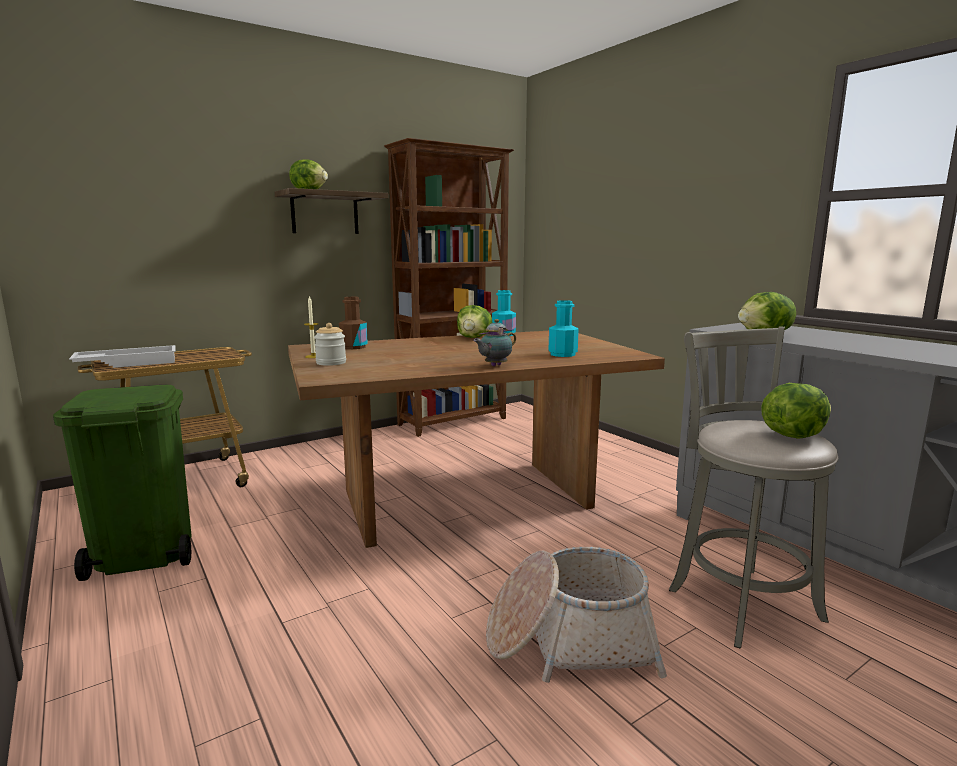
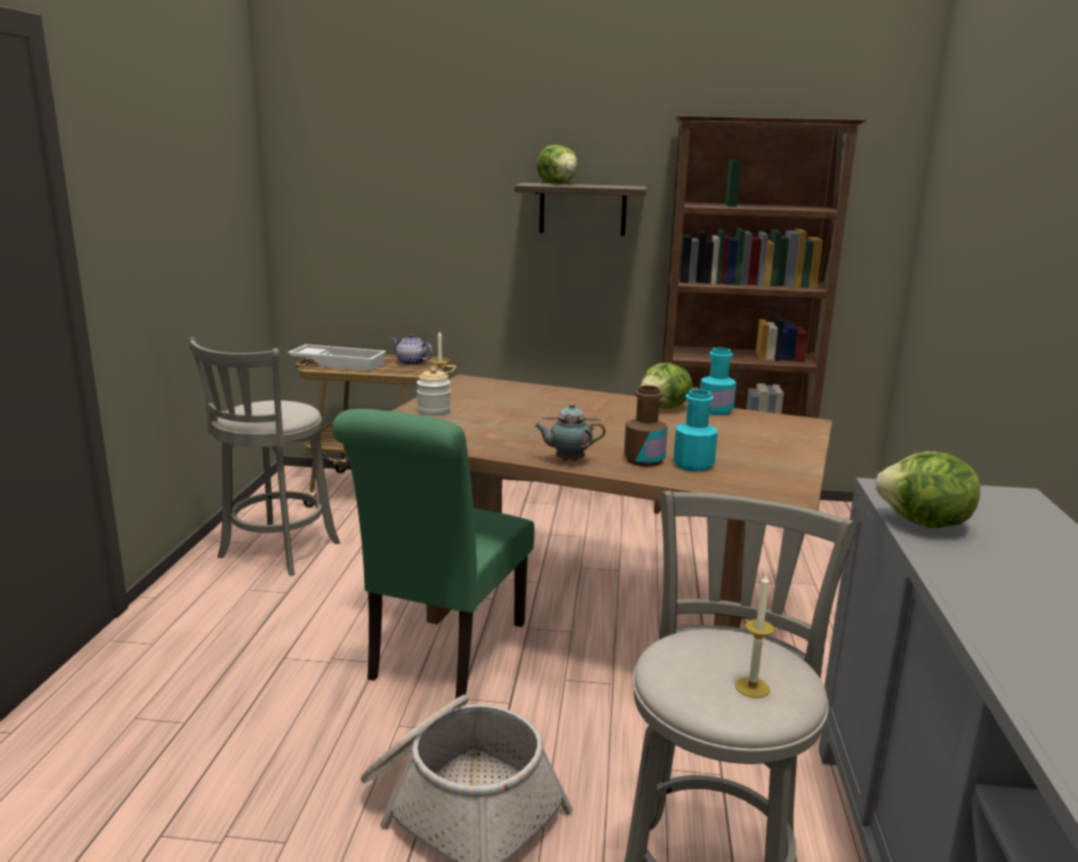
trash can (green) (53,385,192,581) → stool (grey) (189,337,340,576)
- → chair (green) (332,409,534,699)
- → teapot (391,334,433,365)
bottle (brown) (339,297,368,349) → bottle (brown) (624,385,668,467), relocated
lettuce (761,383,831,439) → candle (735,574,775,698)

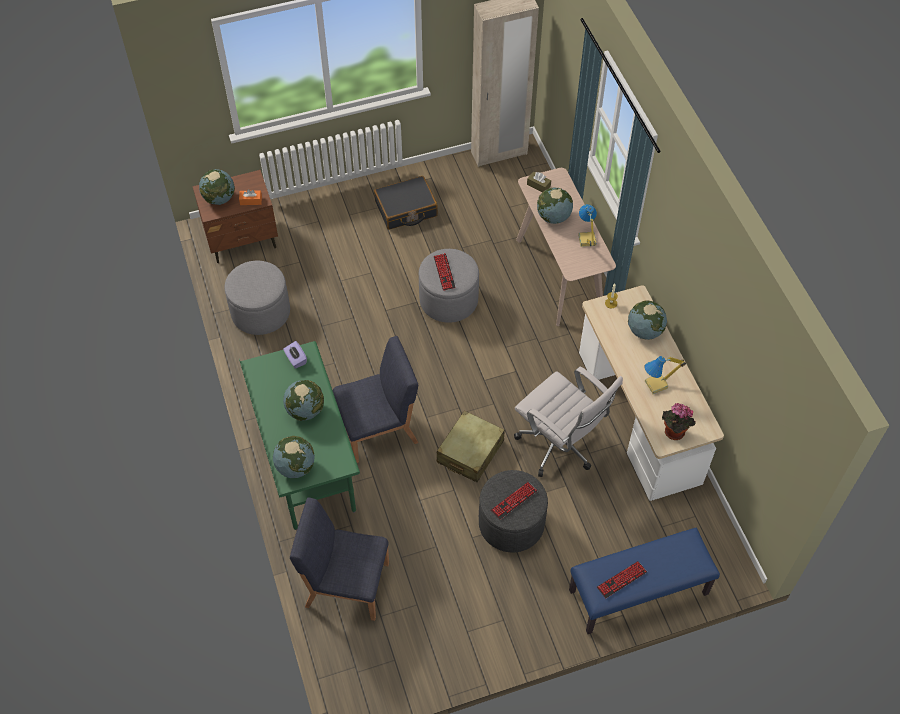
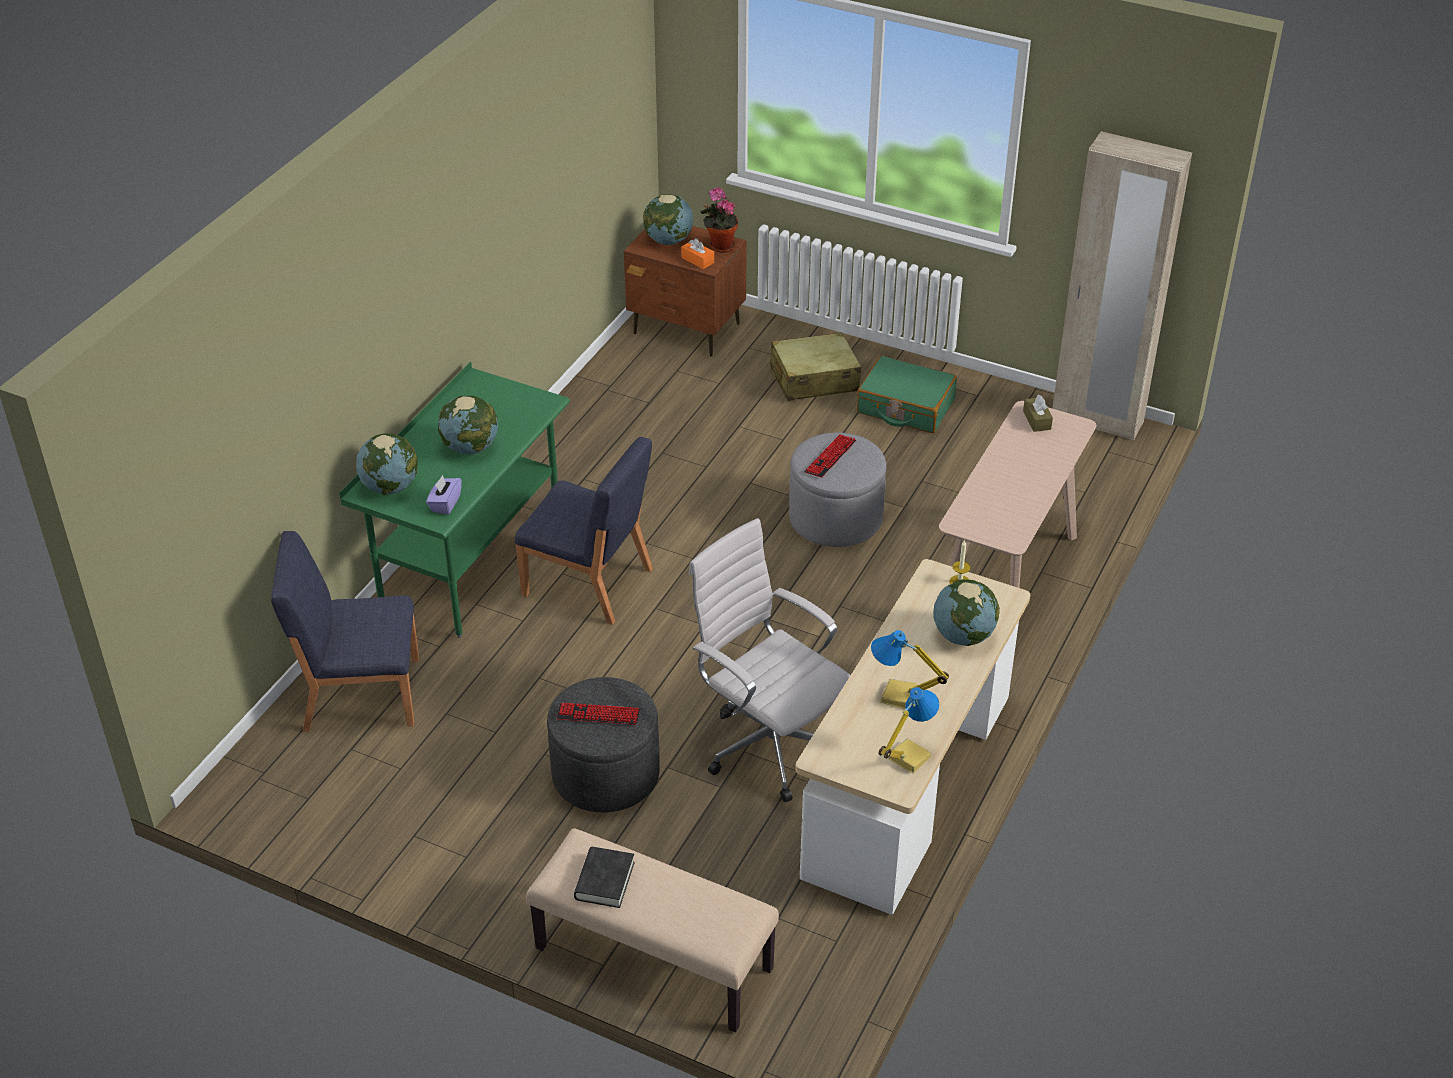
chair (blue) (290,497,389,621) → chair (blue) (271,531,419,732), 60 degrees counterclockwise
tissue box (purple) (283,341,307,369) → tissue box (purple) (426,475,462,515), relocated
bench (blue) (569,528,720,634) → bench (beige) (526,828,779,1032)
keyboard (597,561,647,598) → book (black) (574,847,635,908)
office chair (white) (514,367,623,477) → office chair (white) (689,518,850,802), 135 degrees clockwise
potted plant (662,403,696,440) → potted plant (700,187,738,253), relocated
suitcase (beige) (437,410,505,482) → suitcase (beige) (770,332,861,401), relocated
suitcase (black) (374,176,438,230) → suitcase (green) (857,356,957,433)
table lamp (578,204,597,247) → table lamp (878,687,939,774), relocated
ottoman (grey) (224,260,290,335) → -
globe (537,187,573,224) → -

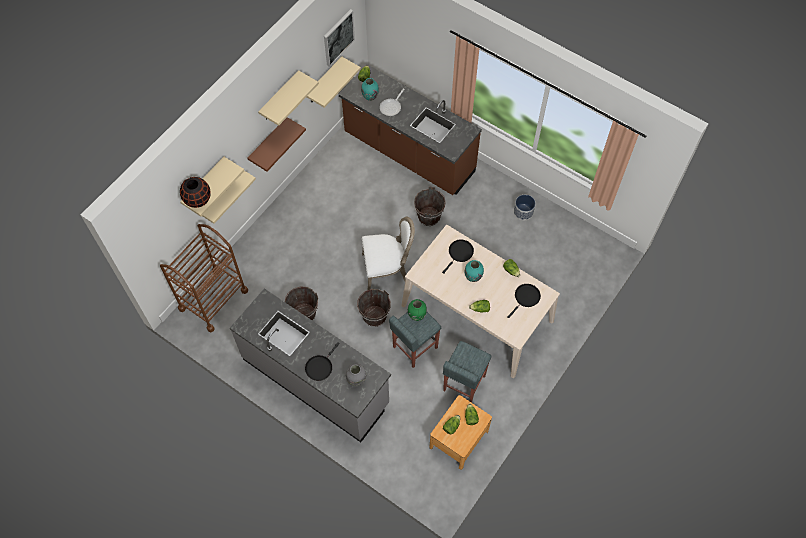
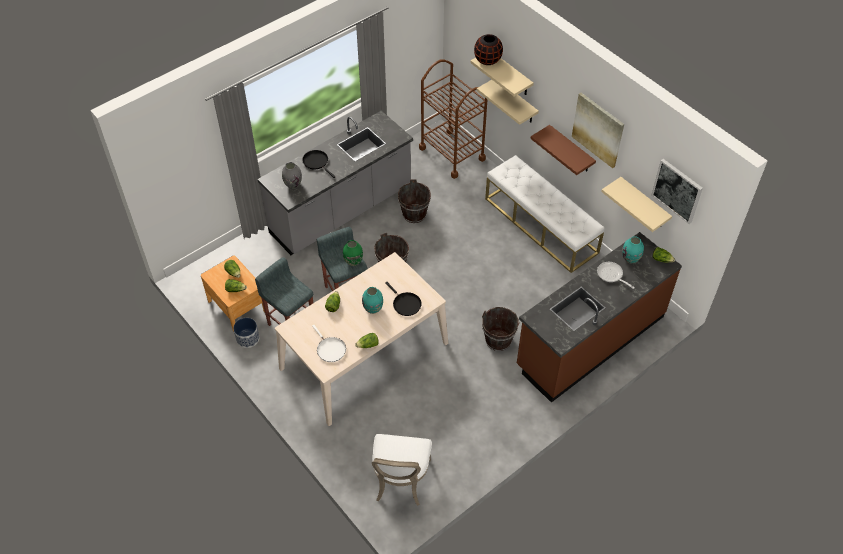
planter (514,195,535,220) → planter (233,318,259,348), relocated
frying pan (black) (507,284,541,318) → frying pan (white) (312,325,346,362)
chair (white) (362,217,415,290) → chair (white) (372,434,432,506), relocated
- → bench (white) (485,155,605,273)
shelf (beige) (258,70,319,126) → picture (572,93,624,168)

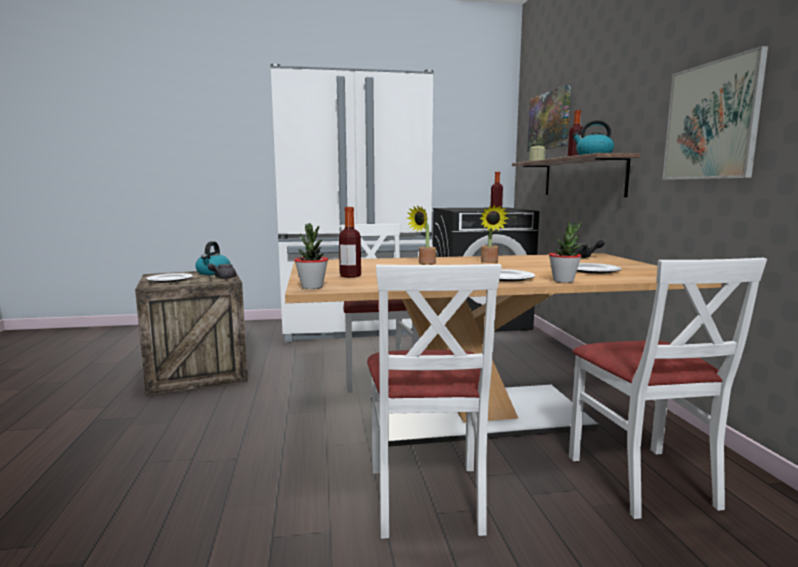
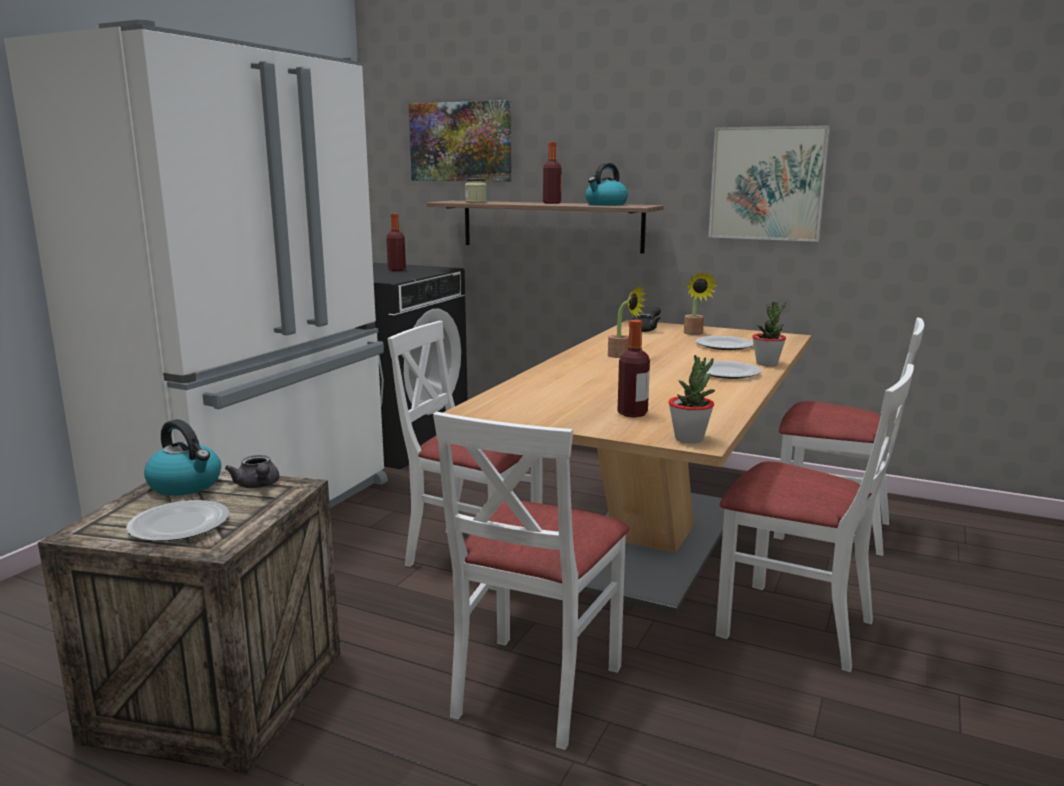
- → chair (white) (433,412,630,750)
potted plant (407,205,436,265) → potted plant (684,271,717,335), relocated

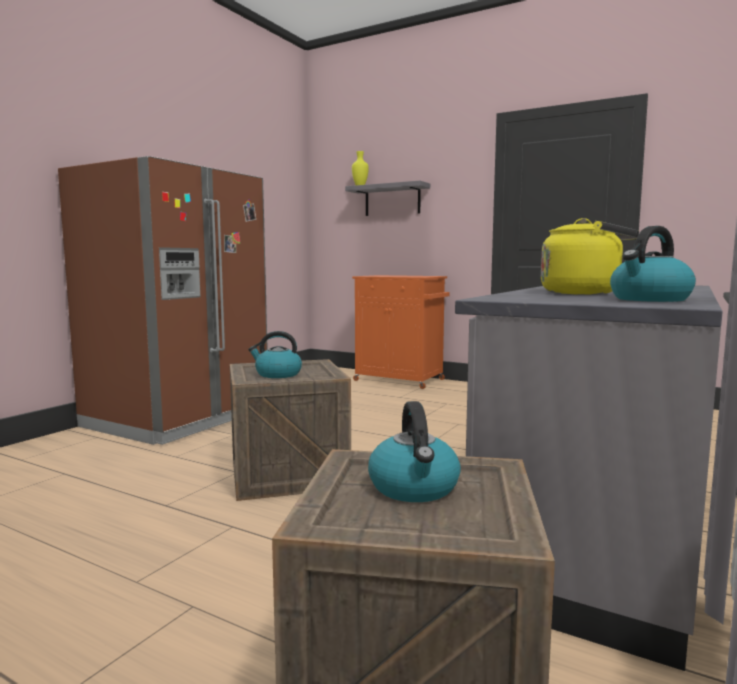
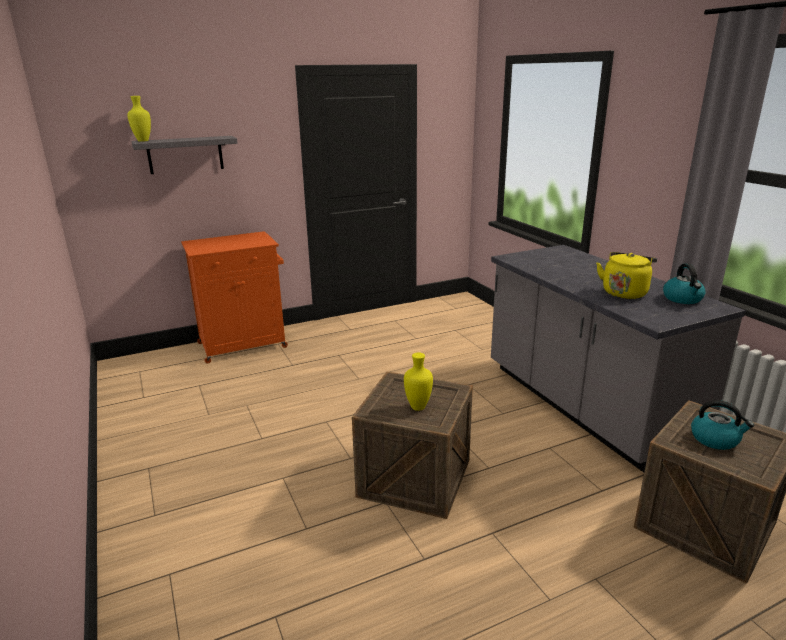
kettle (248,331,302,378) → vase (yellow) (404,352,433,411)
fridge (brown) (58,156,268,445) → -

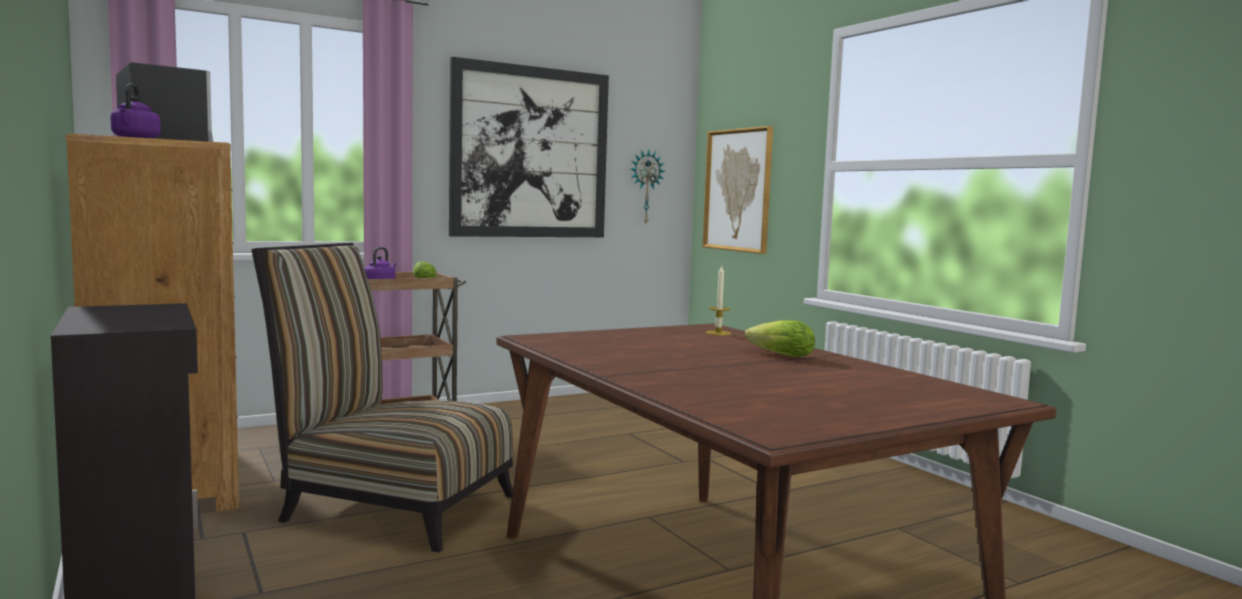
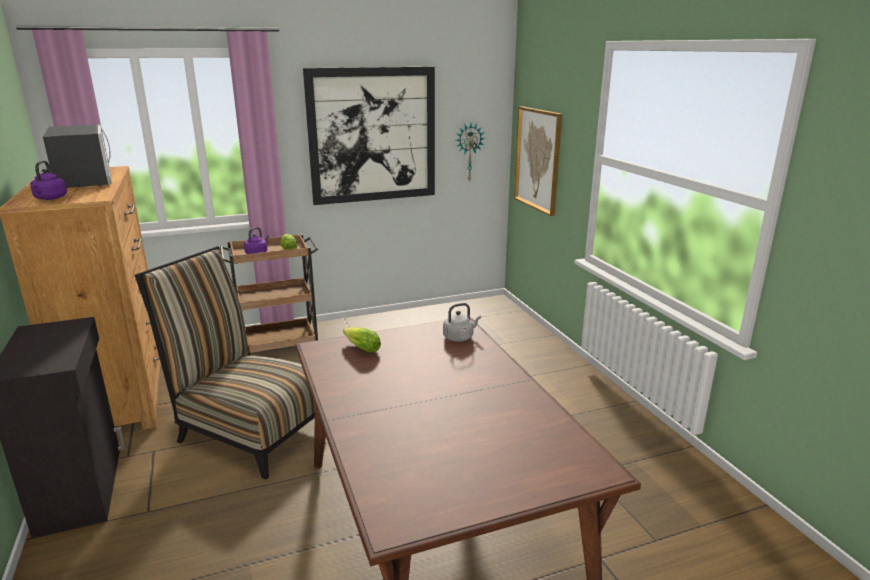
lettuce (745,320,815,357) → lettuce (343,327,381,352), relocated
candle (706,266,731,335) → kettle (grey) (443,303,481,342)

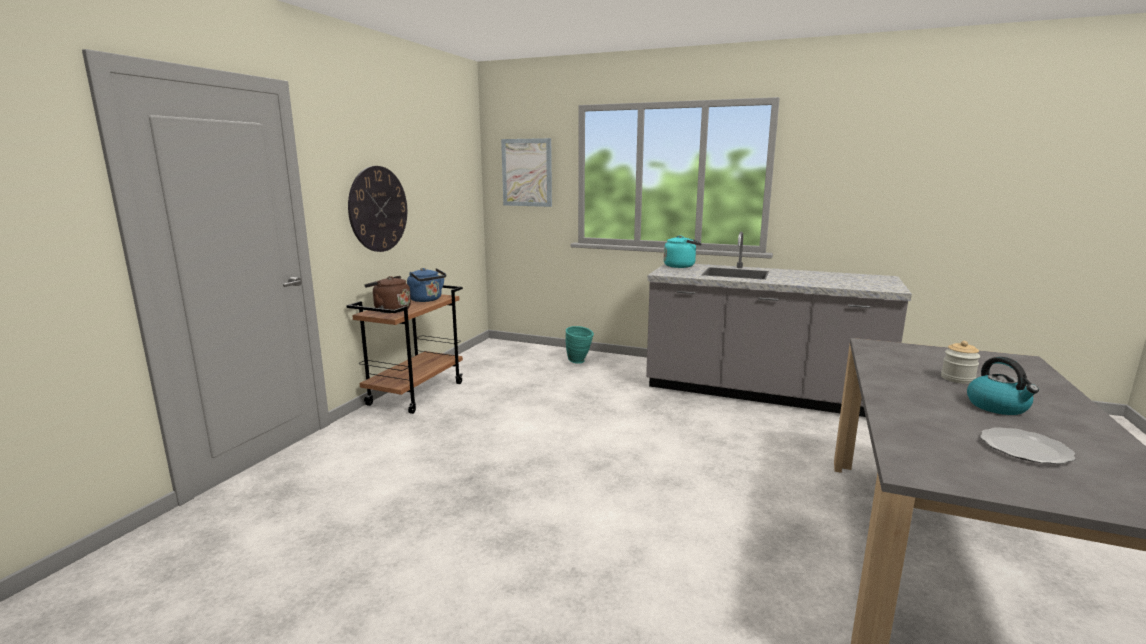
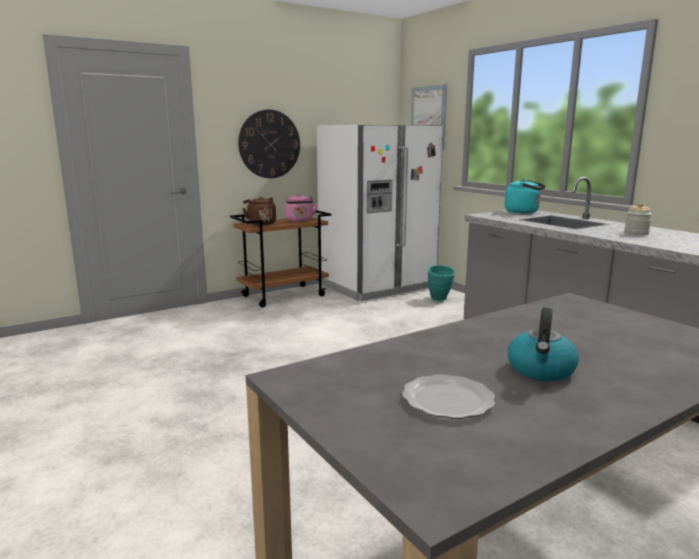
kettle (blue) (407,268,446,302) → kettle (pink) (285,194,318,222)
- → fridge (white) (317,125,444,301)
jar (941,341,980,384) → jar (624,203,652,235), relocated

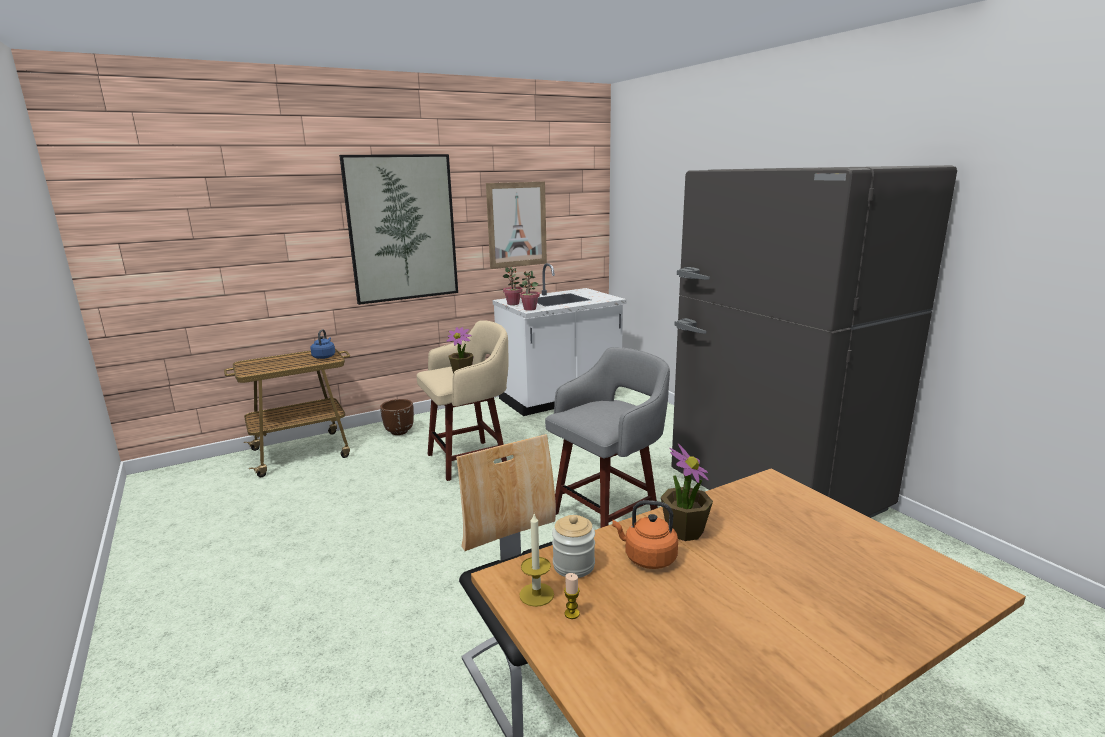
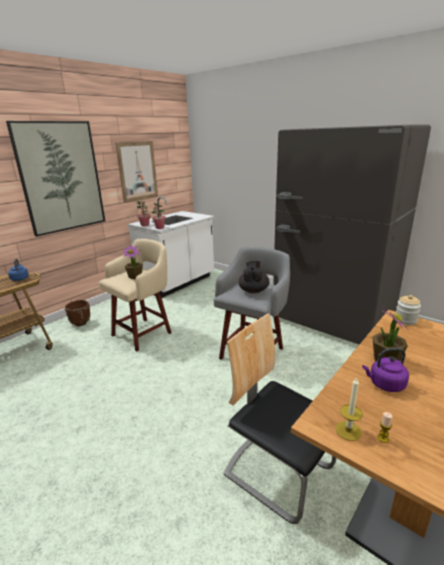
- → teapot (black) (239,261,270,293)
kettle (orange) (612,500,678,569) → kettle (purple) (362,348,409,392)
jar (552,515,595,578) → jar (396,295,421,325), relocated

